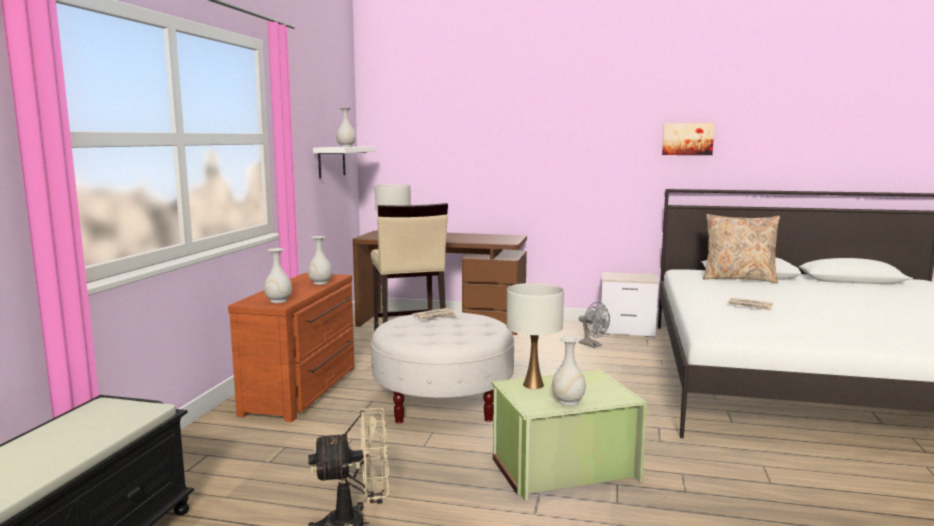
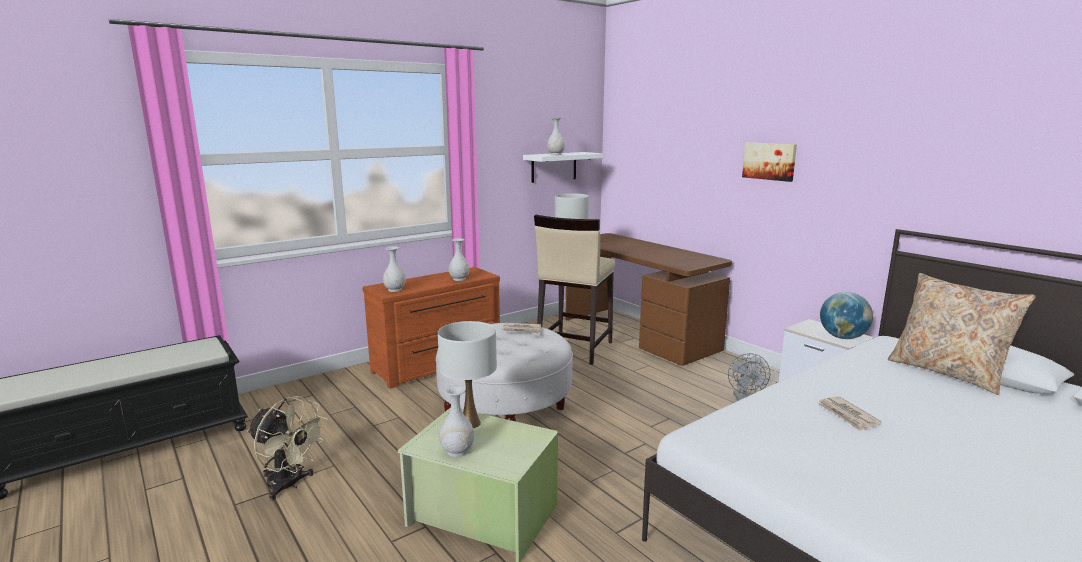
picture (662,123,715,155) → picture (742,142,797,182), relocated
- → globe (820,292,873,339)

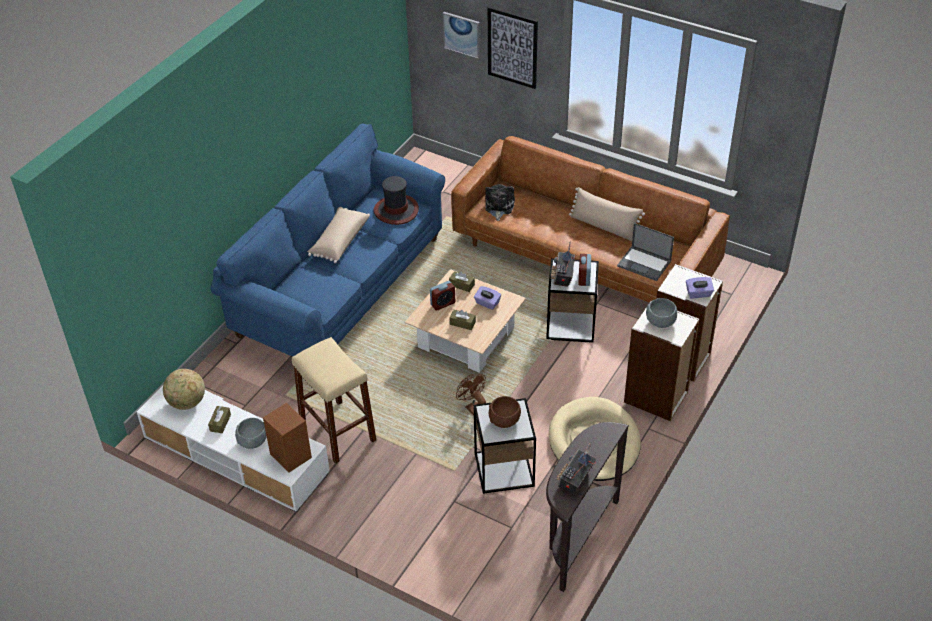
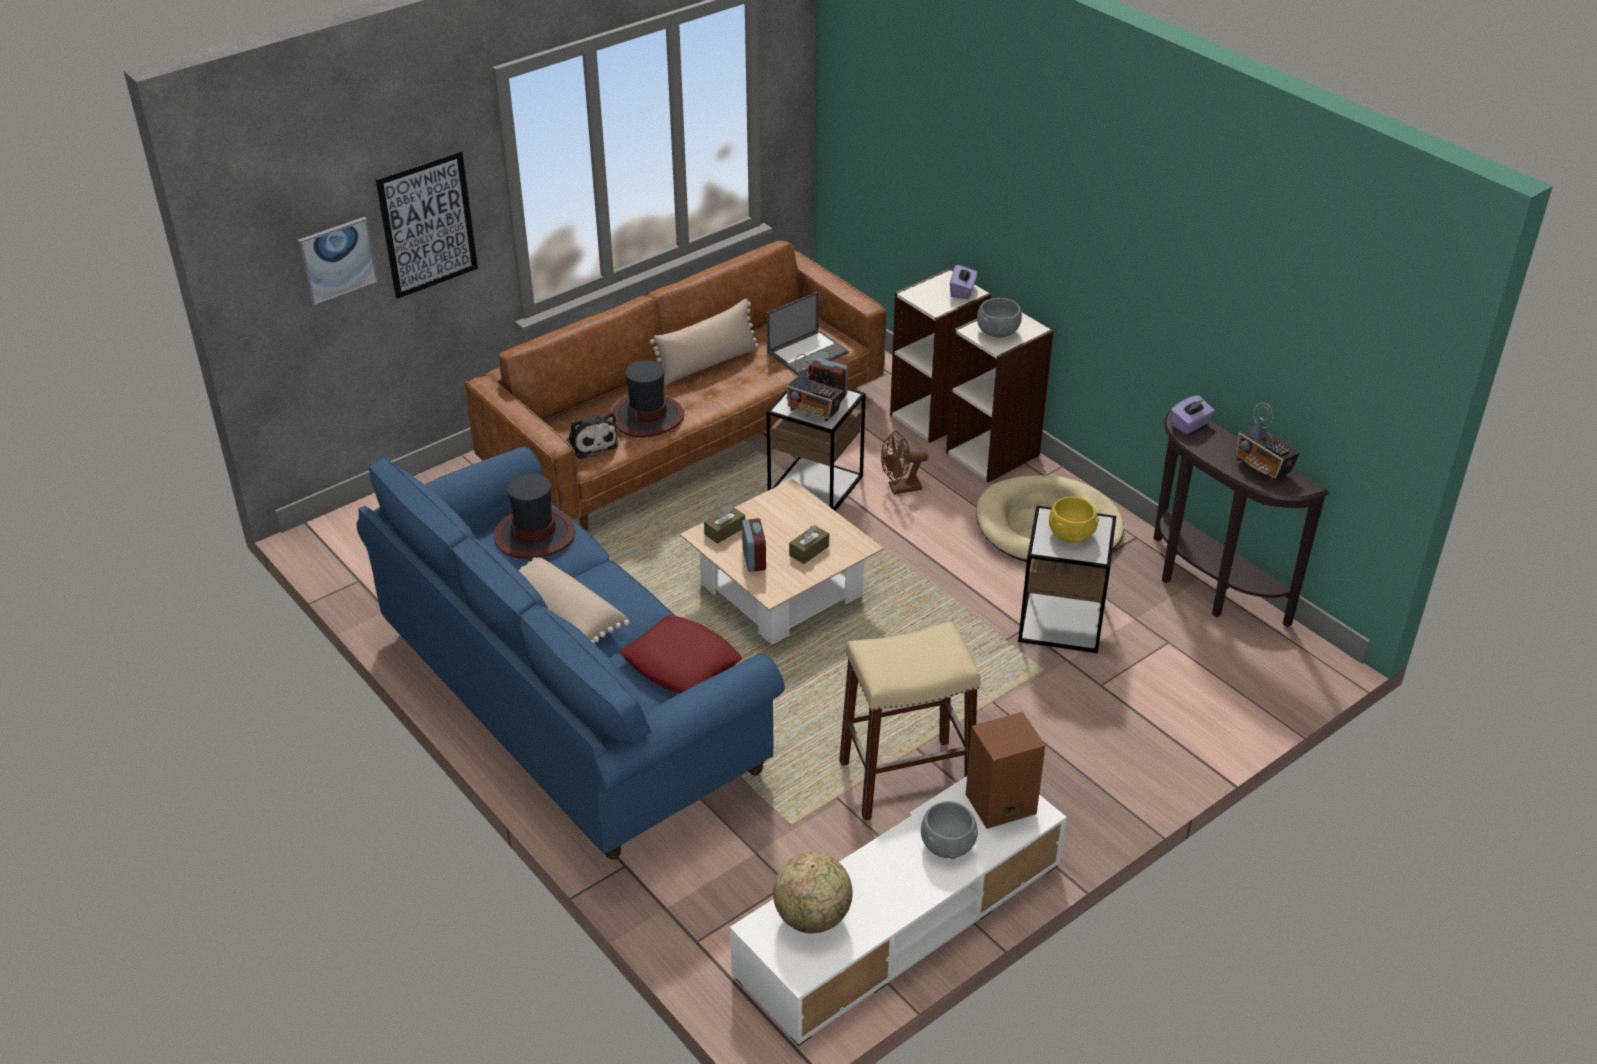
plush toy (485,184,515,221) → plush toy (566,412,618,459), 150 degrees counterclockwise
- → hat (612,360,684,437)
- → pillow (red) (619,615,742,694)
fan (brown) (456,374,486,416) → fan (brown) (881,431,928,494), relocated
bowl (brown) (489,396,521,428) → bowl (yellow) (1049,497,1099,543)
tissue box (purple) (474,286,501,310) → tissue box (purple) (1170,395,1215,434), relocated
tissue box (brown) (208,406,231,433) → -

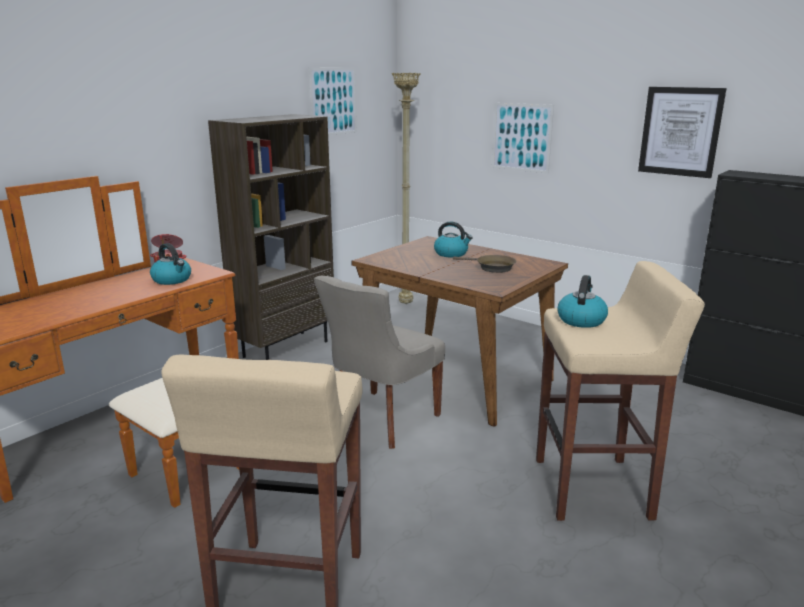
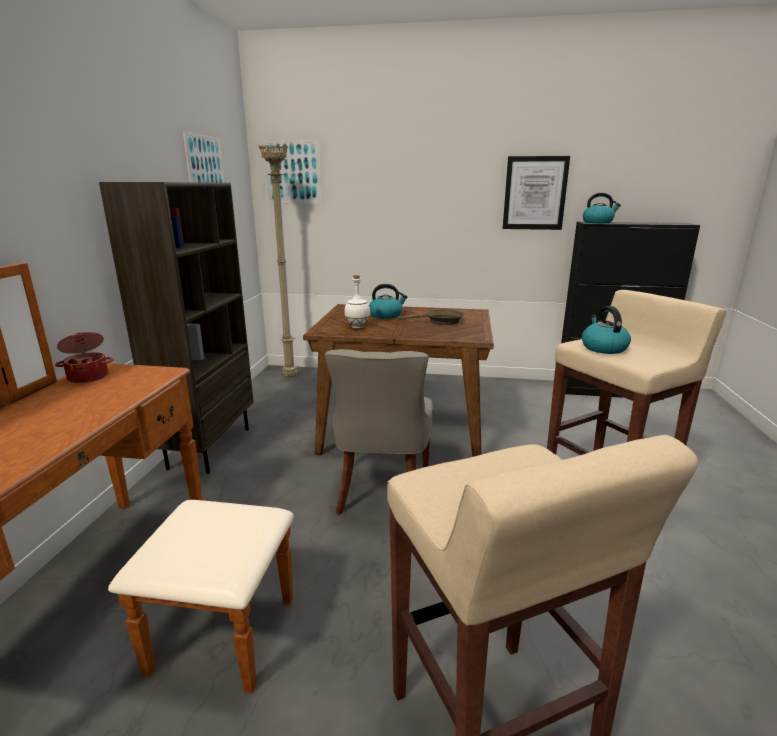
picture (492,103,554,174) → picture (262,140,323,203), relocated
- → bottle (white) (344,275,371,328)
kettle (150,243,191,285) → kettle (583,193,621,223), relocated

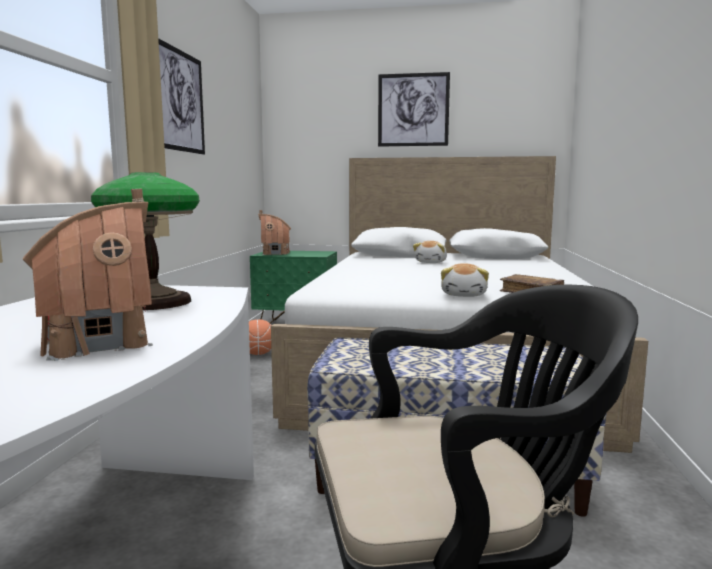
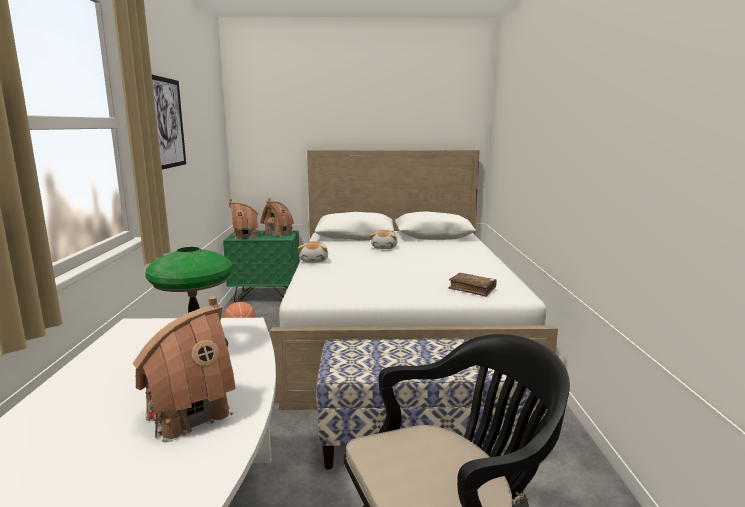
- → toy house (261,198,294,237)
plush toy (441,263,489,297) → plush toy (298,241,328,262), relocated
picture (378,72,450,147) → -

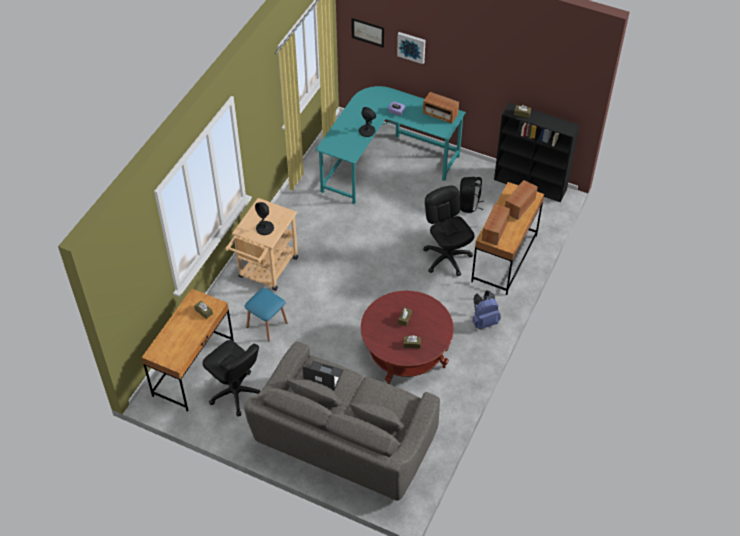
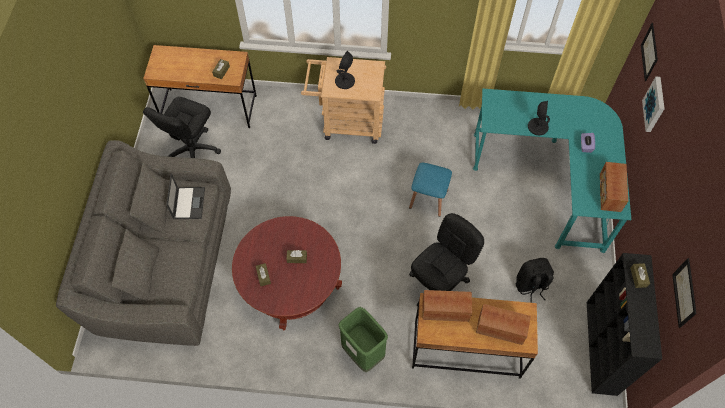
backpack (blue) (472,290,501,329) → trash can (green) (339,307,388,372)
stool (blue) (244,288,288,342) → stool (blue) (409,163,452,217), relocated
- → picture (672,258,697,328)

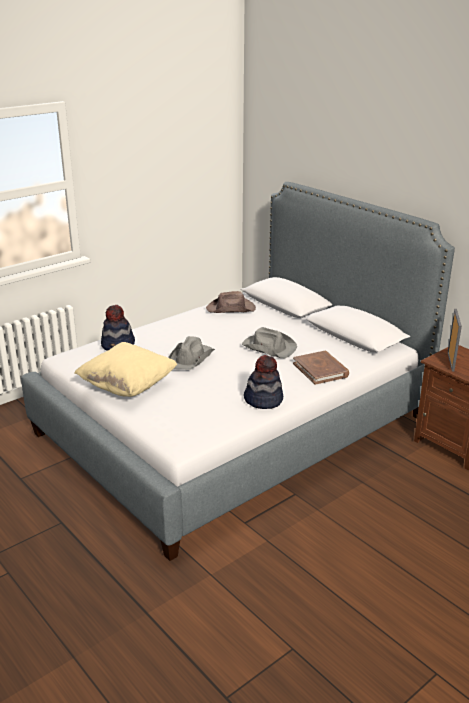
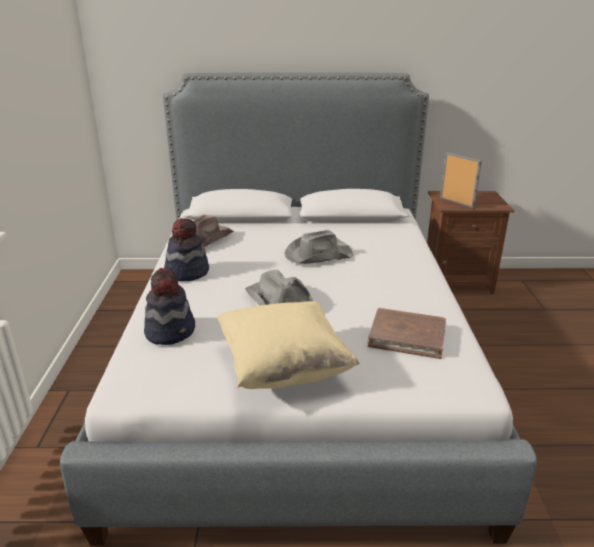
hat (244,355,283,409) → hat (164,218,209,281), relocated
book (brown) (293,351,349,385) → book (brown) (368,308,446,359), relocated

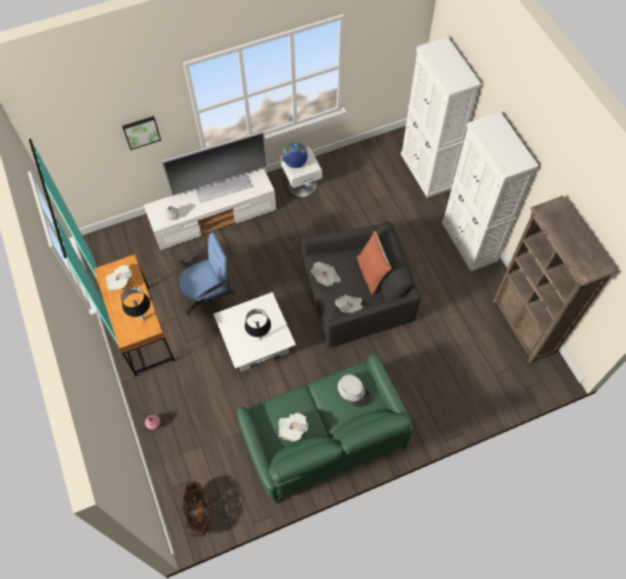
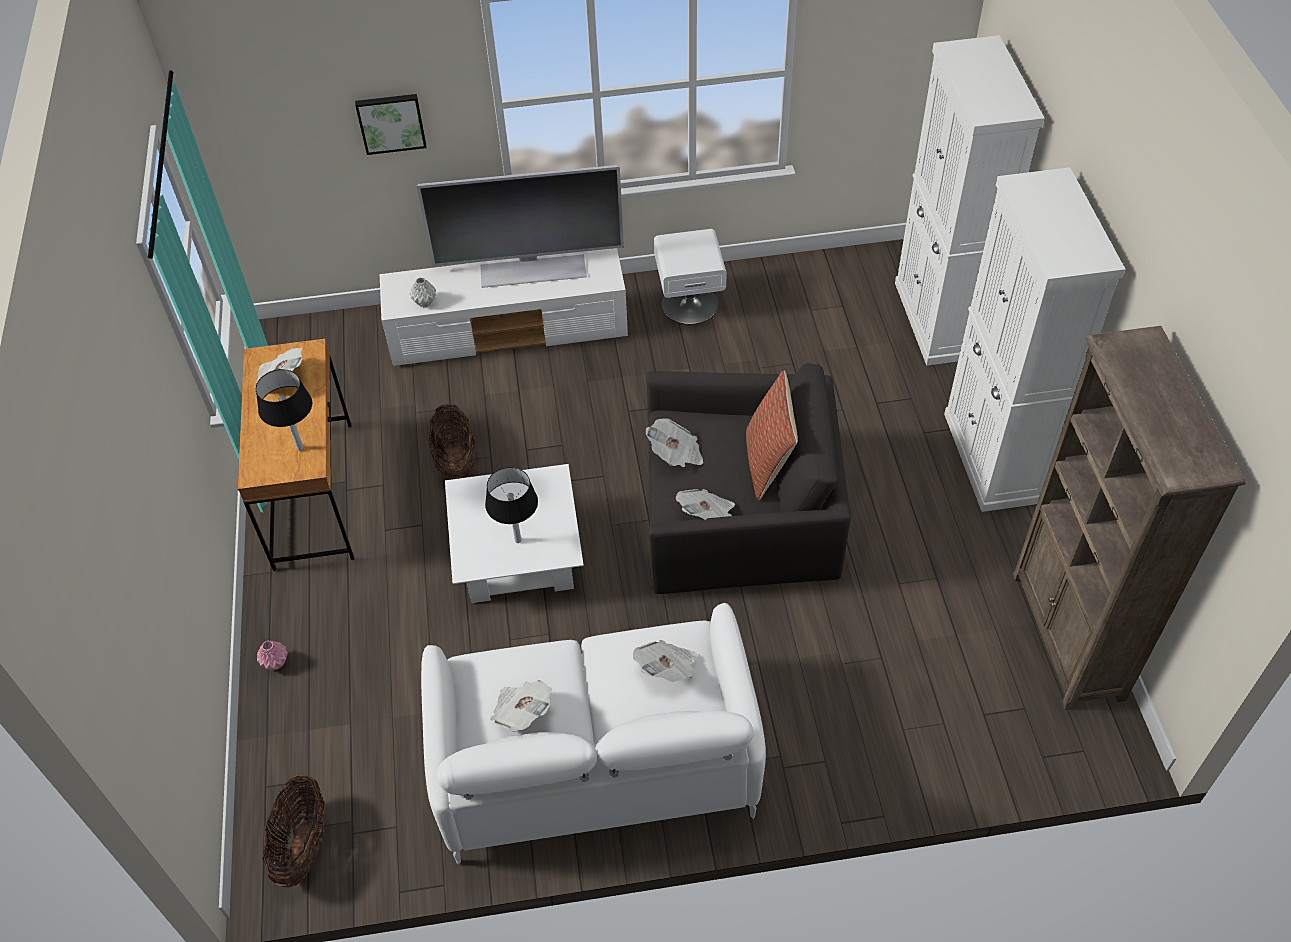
sofa (green) (237,354,413,504) → sofa (white) (421,603,766,865)
office chair (blue) (178,232,236,315) → basket (429,404,475,480)
hat (grey) (338,375,370,407) → newspaper (633,640,696,682)
globe (283,143,308,168) → -

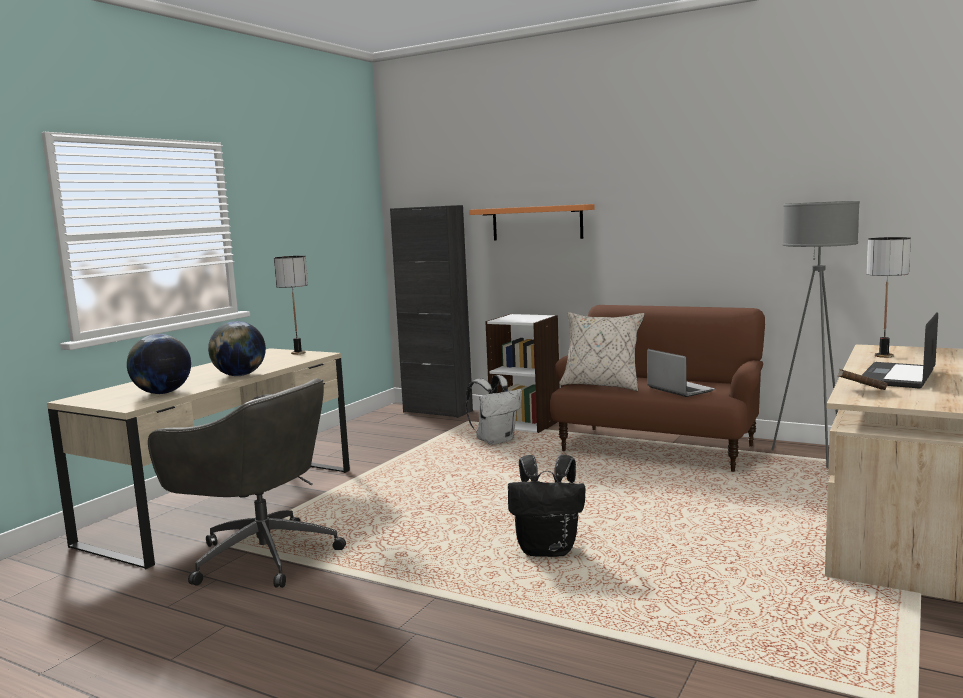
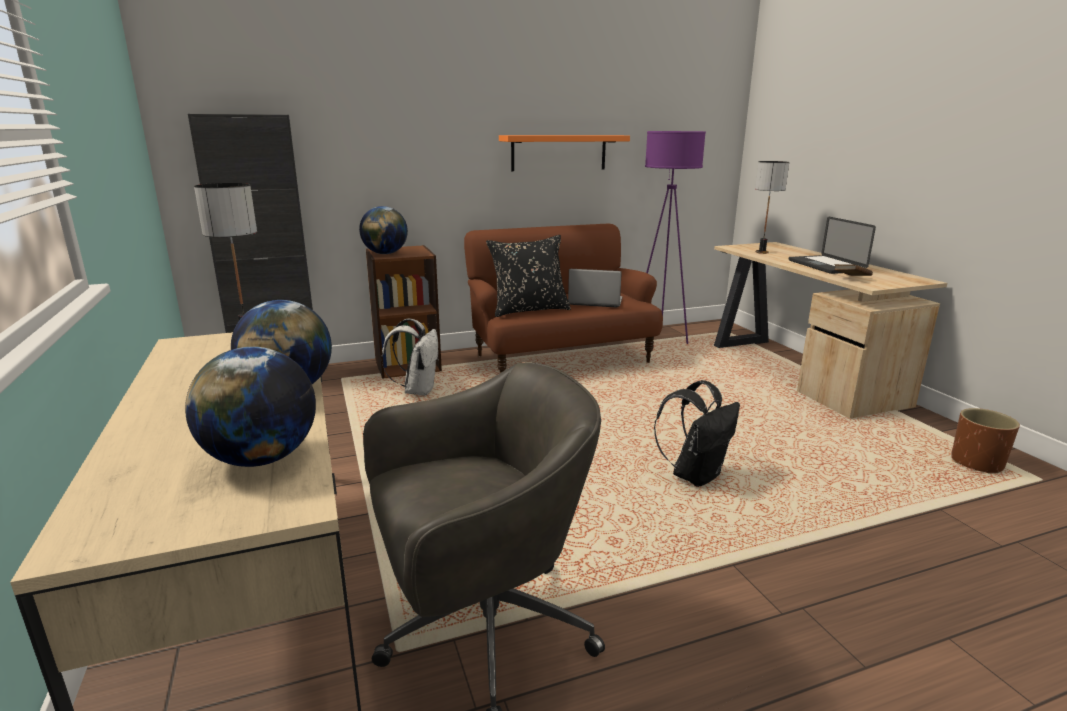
- → globe (359,206,408,254)
bookcase (white) (485,314,560,433) → bookcase (brown) (366,245,442,379)
pillow (beige) (559,312,645,391) → pillow (black) (486,235,571,317)
shelf (orange) (469,204,595,241) → shelf (orange) (499,135,630,171), relocated
floor lamp (grey) (771,201,860,469) → floor lamp (purple) (645,131,706,344)
- → planter (brown) (951,408,1020,474)

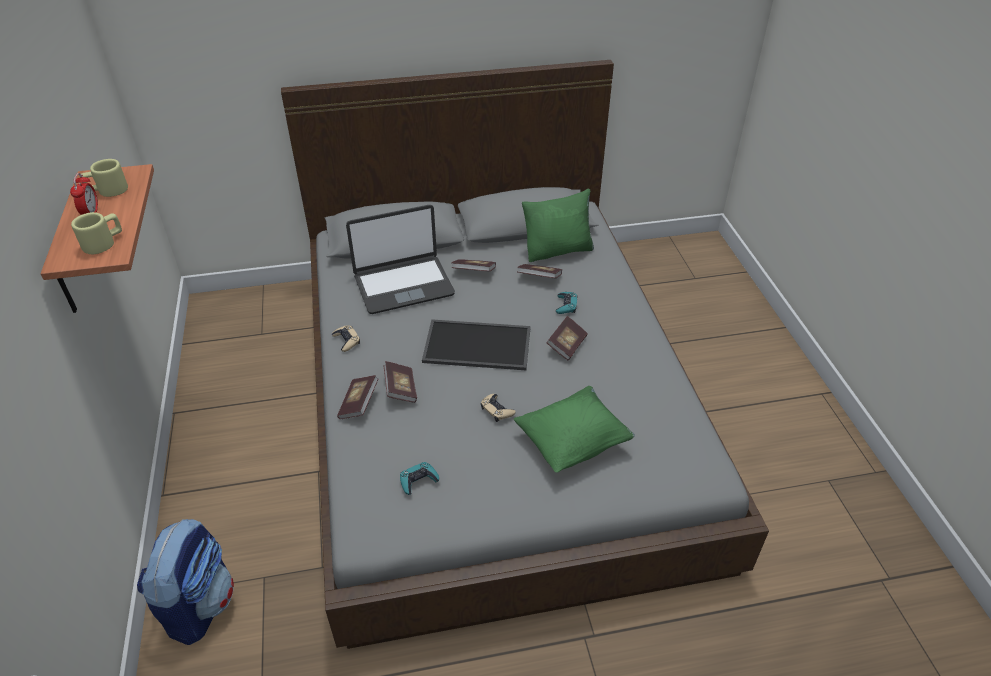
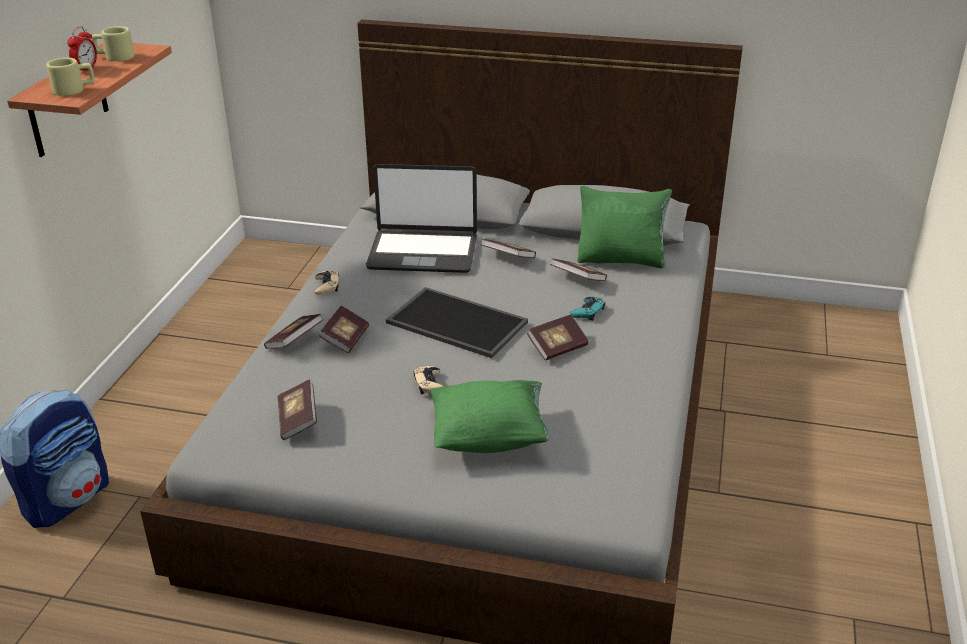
game controller (turquoise) (400,462,439,495) → book (278,379,317,440)

